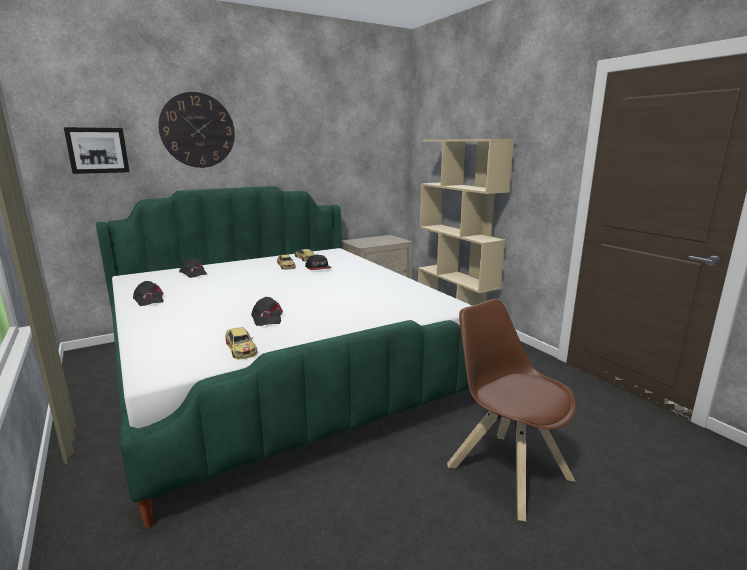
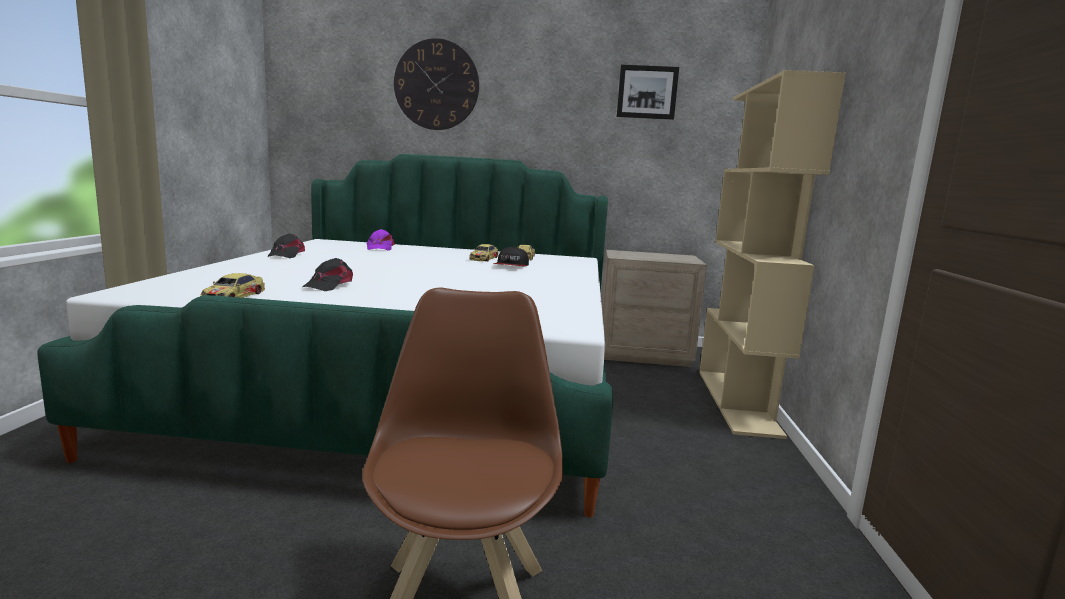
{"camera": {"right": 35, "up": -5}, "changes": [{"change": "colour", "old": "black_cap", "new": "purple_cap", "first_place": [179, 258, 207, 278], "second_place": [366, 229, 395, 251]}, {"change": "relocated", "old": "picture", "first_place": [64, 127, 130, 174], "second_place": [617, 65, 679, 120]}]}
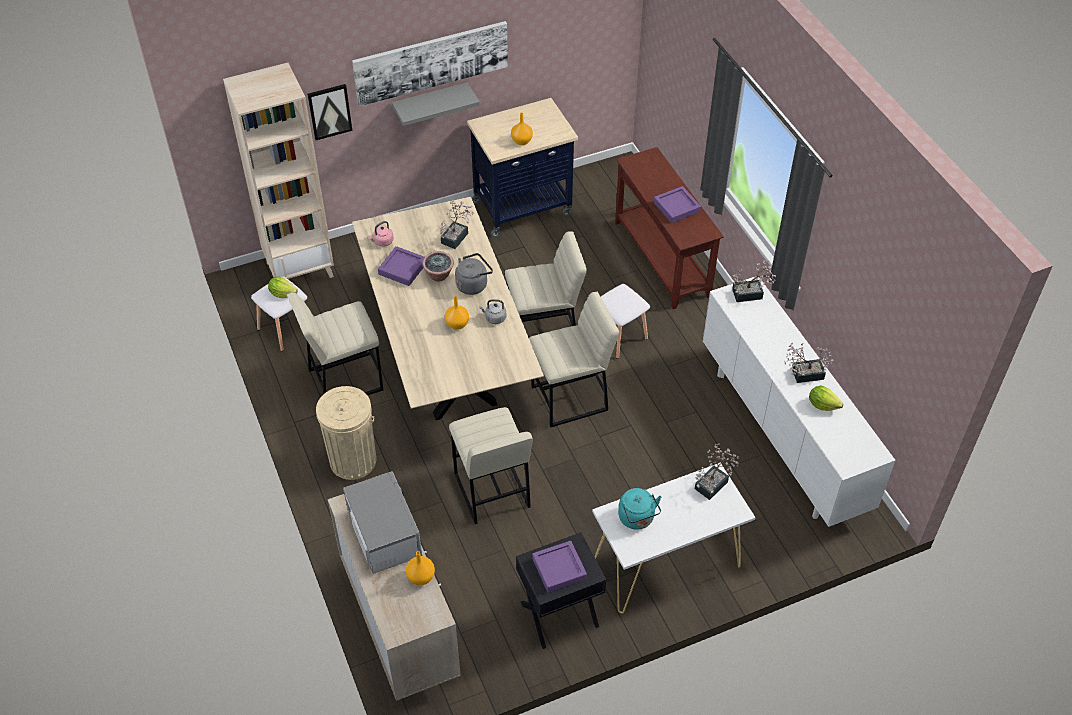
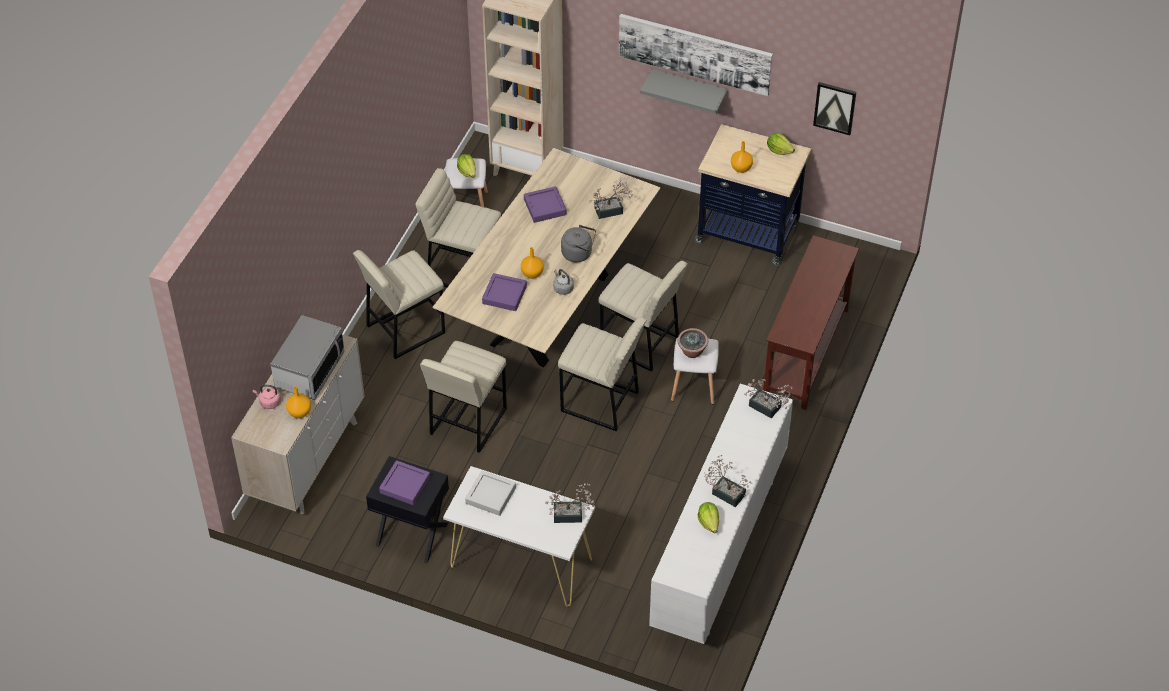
{"camera": {"right": 45, "up": 0}, "changes": [{"change": "relocated", "old": "pink_kettle", "first_place": [368, 221, 394, 246], "second_place": [253, 384, 281, 409]}, {"change": "exchanged", "old": "beige_trash_can", "new": "beige_chair", "first_place": [316, 386, 376, 480], "second_place": [353, 250, 445, 359]}, {"change": "exchanged", "old": "turquoise_kettle", "new": "grey_tray", "first_place": [618, 488, 661, 530], "second_place": [465, 471, 516, 516]}, {"change": "relocated", "old": "purple_tray", "first_place": [654, 186, 701, 223], "second_place": [482, 273, 527, 311]}, {"change": "relocated", "old": "potted_plant", "first_place": [422, 251, 454, 281], "second_place": [677, 328, 708, 358]}, {"change": "appeared", "new": "lettuce", "second_place": [767, 133, 795, 155]}, {"change": "relocated", "old": "picture", "first_place": [307, 84, 352, 140], "second_place": [813, 82, 856, 135]}]}
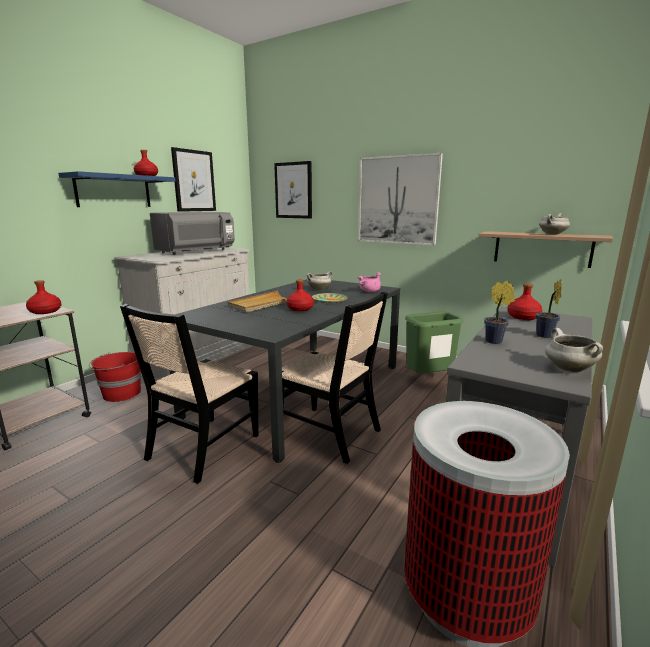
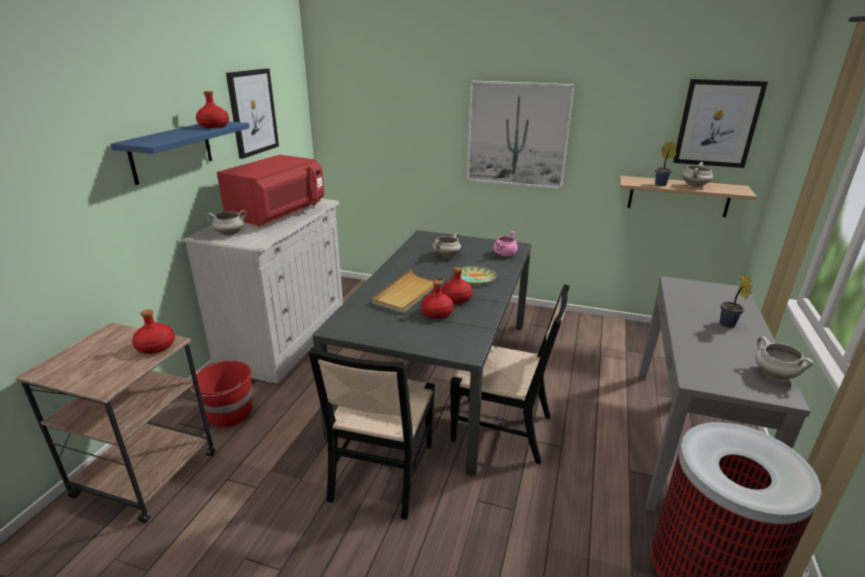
{"camera": {"right": -15, "up": 10}, "changes": [{"change": "appeared", "new": "white_cooking_pot", "second_place": [206, 210, 247, 236]}, {"change": "colour", "old": "grey_microwave", "new": "red_microwave", "first_place": [150, 212, 235, 255], "second_place": [217, 155, 324, 226]}, {"change": "relocated", "old": "red_bottle", "first_place": [507, 284, 542, 320], "second_place": [421, 280, 454, 319]}, {"change": "relocated", "old": "potted_plant", "first_place": [484, 281, 515, 344], "second_place": [655, 141, 677, 186]}, {"change": "relocated", "old": "picture", "first_place": [274, 161, 312, 219], "second_place": [673, 79, 768, 168]}, {"change": "missing", "old": "green_trash_can", "first_place": [405, 312, 463, 373]}]}
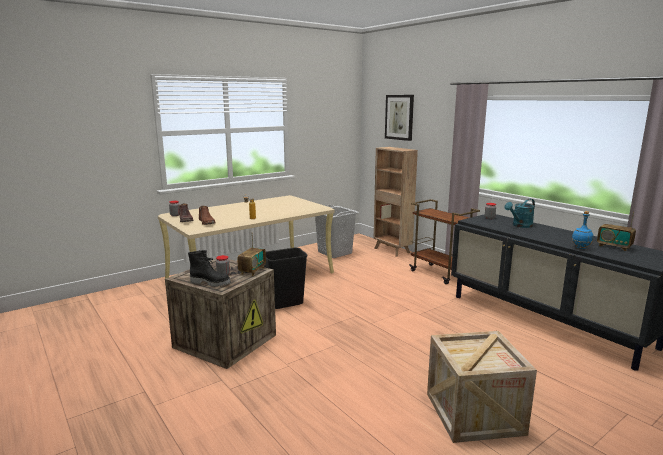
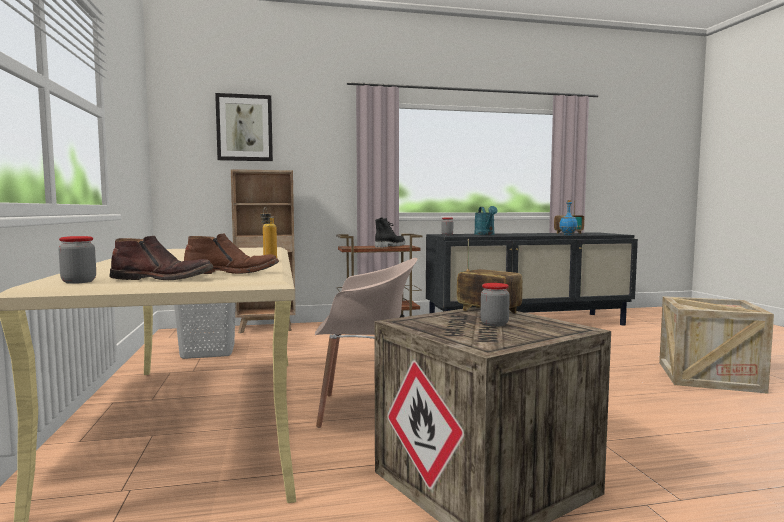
{"camera": {"right": -65, "up": -10}, "changes": [{"change": "exchanged", "old": "black_trash_can", "new": "beige_chair", "first_place": [264, 247, 307, 309], "second_place": [315, 258, 418, 428]}, {"change": "relocated", "old": "black_boot", "first_place": [188, 250, 231, 287], "second_place": [375, 217, 405, 248]}]}
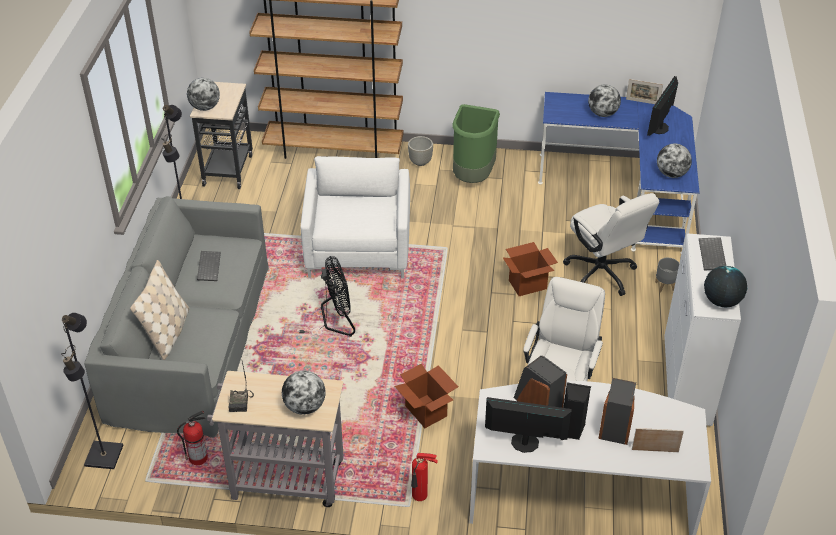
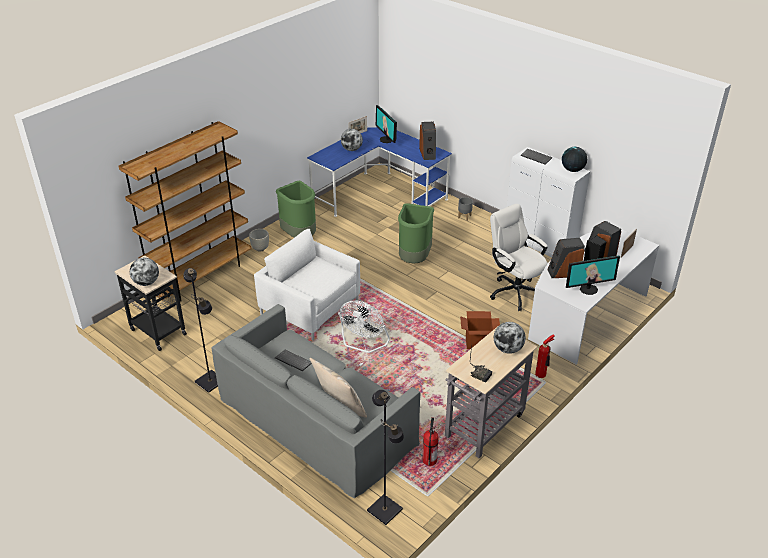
{"camera": {"right": -55, "up": -5}, "changes": [{"change": "colour", "old": "black_fan", "new": "white_fan", "first_place": [298, 256, 355, 337], "second_place": [338, 300, 390, 367]}, {"change": "exchanged", "old": "cardboard_box", "new": "green_trash_can", "first_place": [503, 242, 558, 296], "second_place": [398, 203, 434, 264]}, {"change": "exchanged", "old": "globe", "new": "speaker", "first_place": [657, 143, 692, 178], "second_place": [419, 121, 436, 160]}, {"change": "spun", "old": "monitor", "first_place": [485, 397, 572, 453], "second_place": [566, 255, 620, 295], "degrees": -150}, {"change": "missing", "old": "white_office_chair", "first_place": [563, 193, 659, 296]}]}
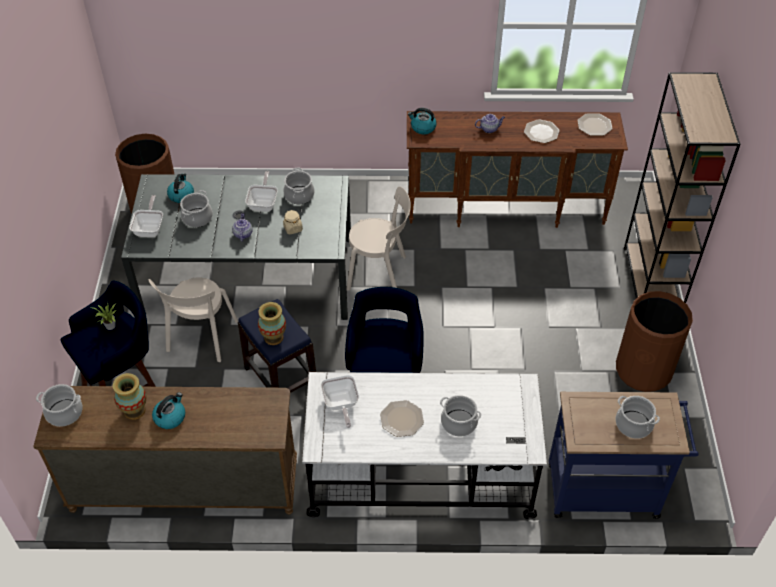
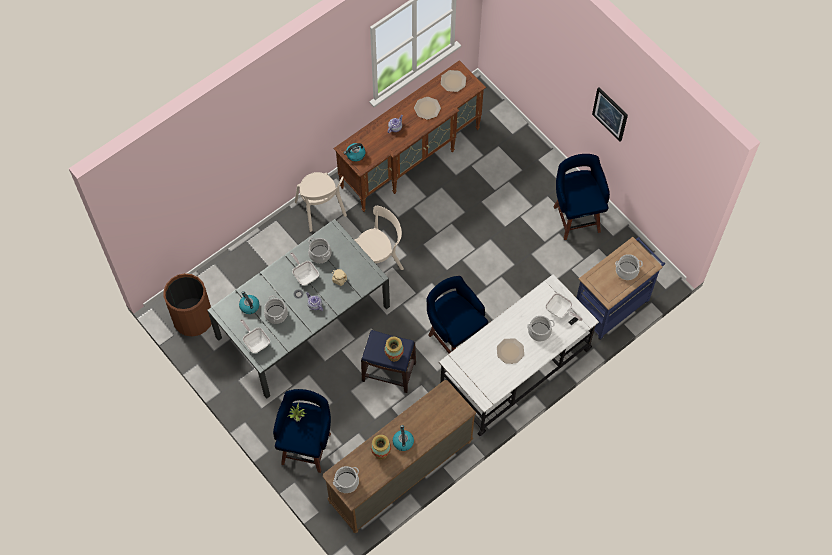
{"camera": {"right": -40, "up": 15}, "changes": [{"change": "relocated", "old": "beige_chair", "first_place": [148, 277, 238, 362], "second_place": [295, 172, 347, 232]}, {"change": "relocated", "old": "frying_pan", "first_place": [321, 375, 359, 428], "second_place": [545, 293, 583, 321]}, {"change": "exchanged", "old": "brown_trash_can", "new": "blue_stool", "first_place": [616, 291, 693, 392], "second_place": [553, 154, 610, 240]}, {"change": "appeared", "new": "picture", "second_place": [592, 87, 628, 142]}, {"change": "missing", "old": "beige_bookcase", "first_place": [624, 72, 740, 303]}]}
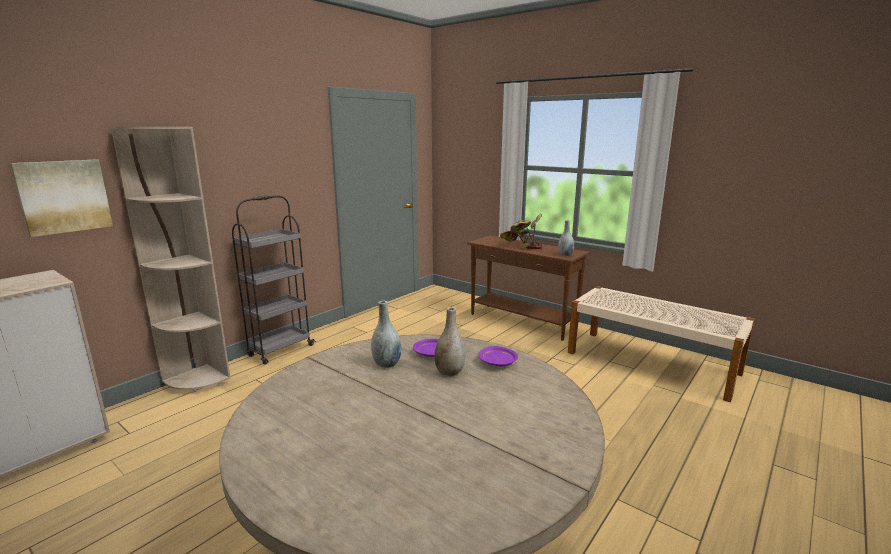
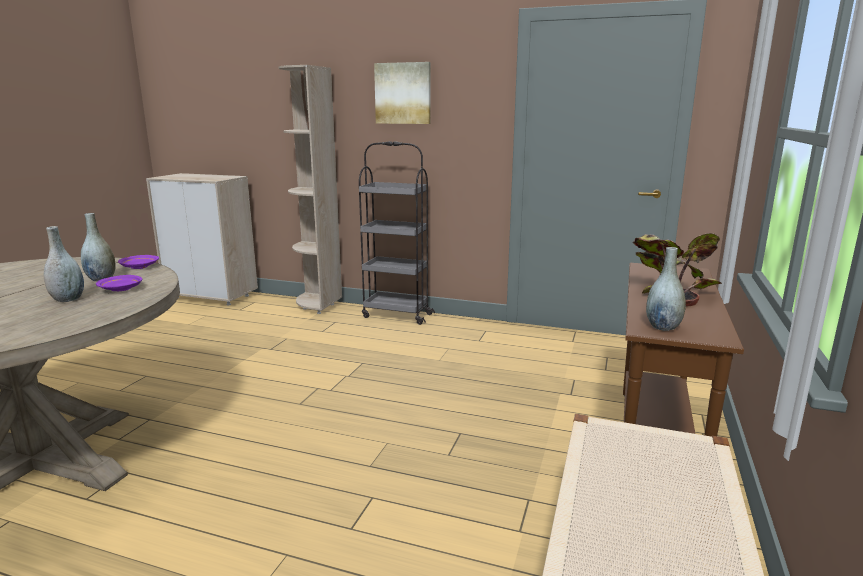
{"camera": {"right": 70, "up": 0}, "changes": [{"change": "relocated", "old": "purple_plate", "first_place": [479, 346, 518, 366], "second_place": [118, 255, 159, 269]}, {"change": "relocated", "old": "picture", "first_place": [10, 159, 113, 237], "second_place": [374, 62, 431, 124]}]}
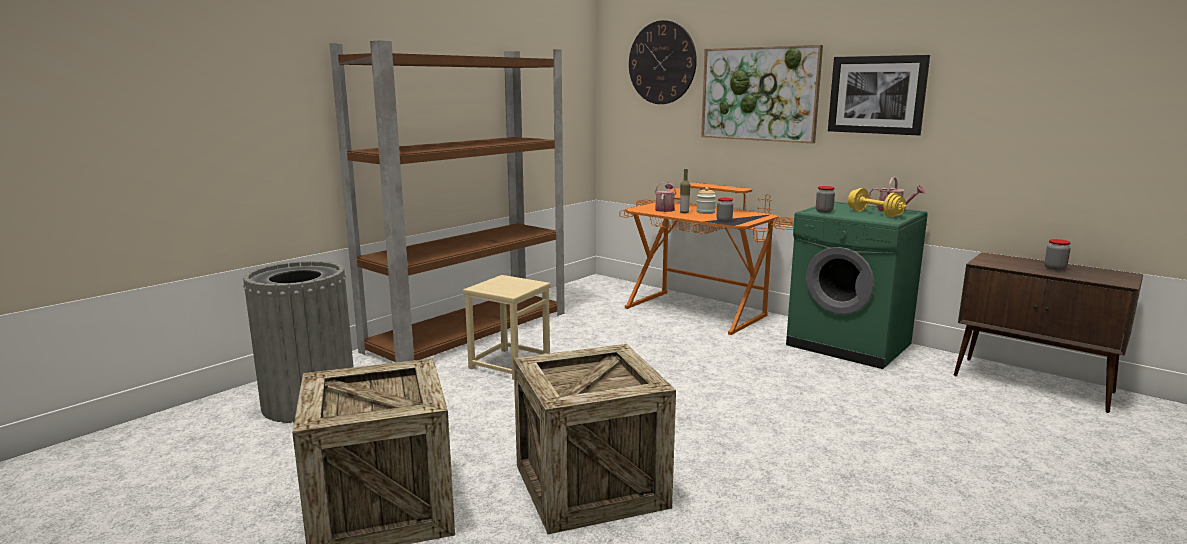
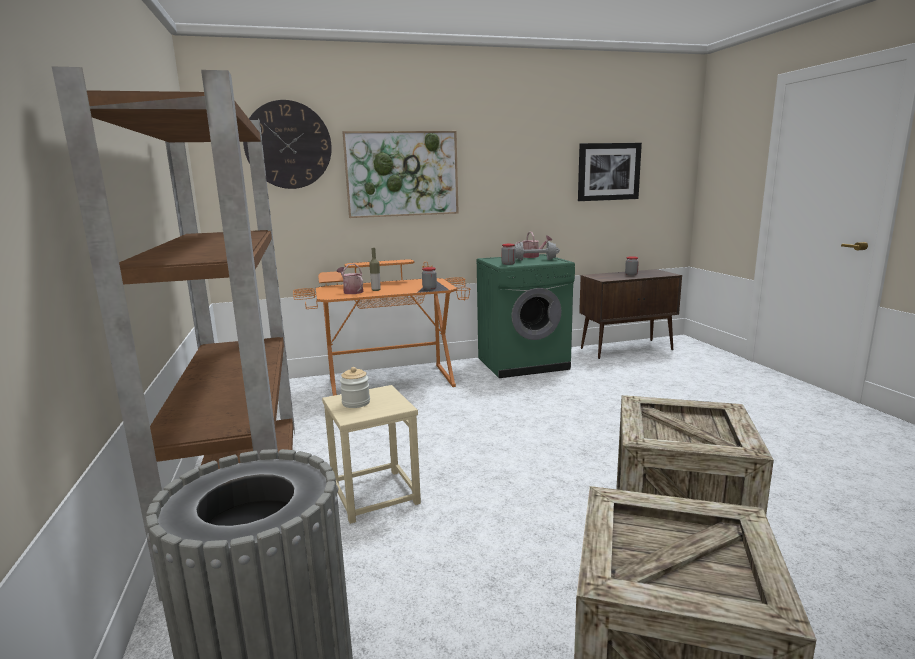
{"camera": {"right": -55, "up": 0}, "changes": [{"change": "relocated", "old": "jar", "first_place": [696, 187, 716, 214], "second_place": [340, 367, 370, 408]}, {"change": "colour", "old": "yellow_dumbbell", "new": "grey_dumbbell", "first_place": [848, 188, 906, 217], "second_place": [514, 242, 560, 261]}, {"change": "relocated", "old": "picture", "first_place": [828, 55, 930, 135], "second_place": [578, 143, 642, 201]}]}
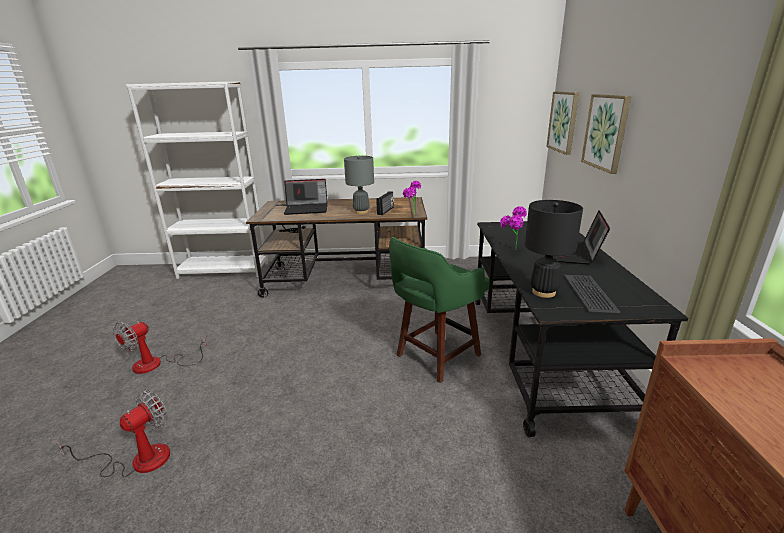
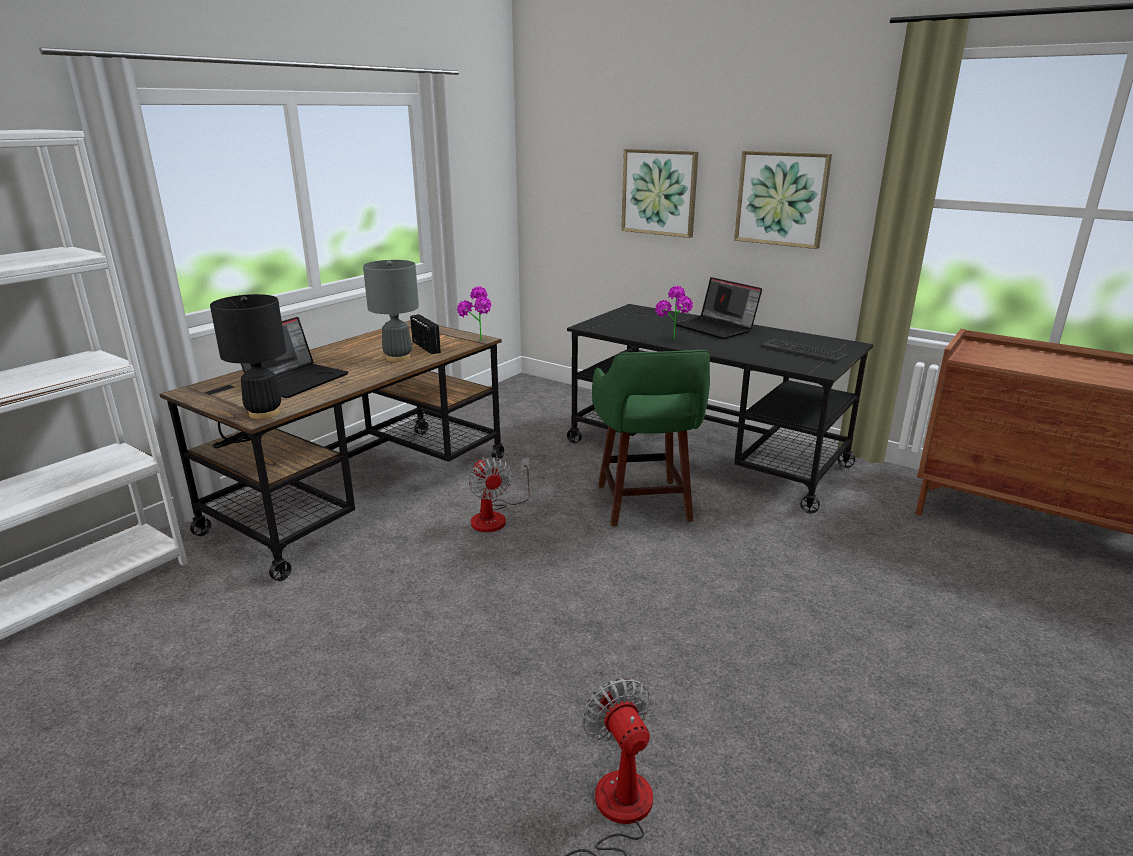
{"camera": {"right": -55, "up": 0}, "changes": [{"change": "relocated", "old": "black_table_lamp", "first_place": [525, 200, 583, 298], "second_place": [210, 294, 286, 419]}, {"change": "relocated", "old": "fan", "first_place": [113, 321, 207, 374], "second_place": [469, 457, 530, 532]}, {"change": "relocated", "old": "picture", "first_place": [546, 92, 579, 155], "second_place": [734, 151, 832, 249]}]}
